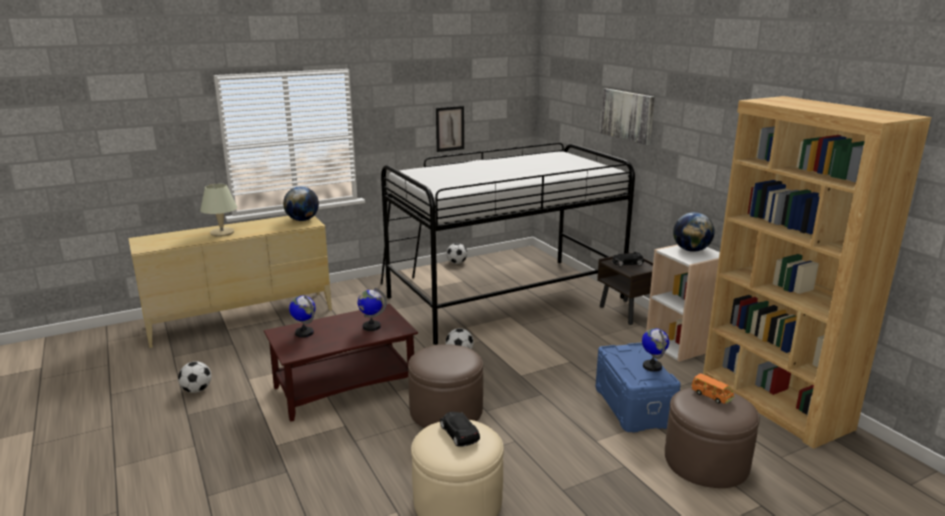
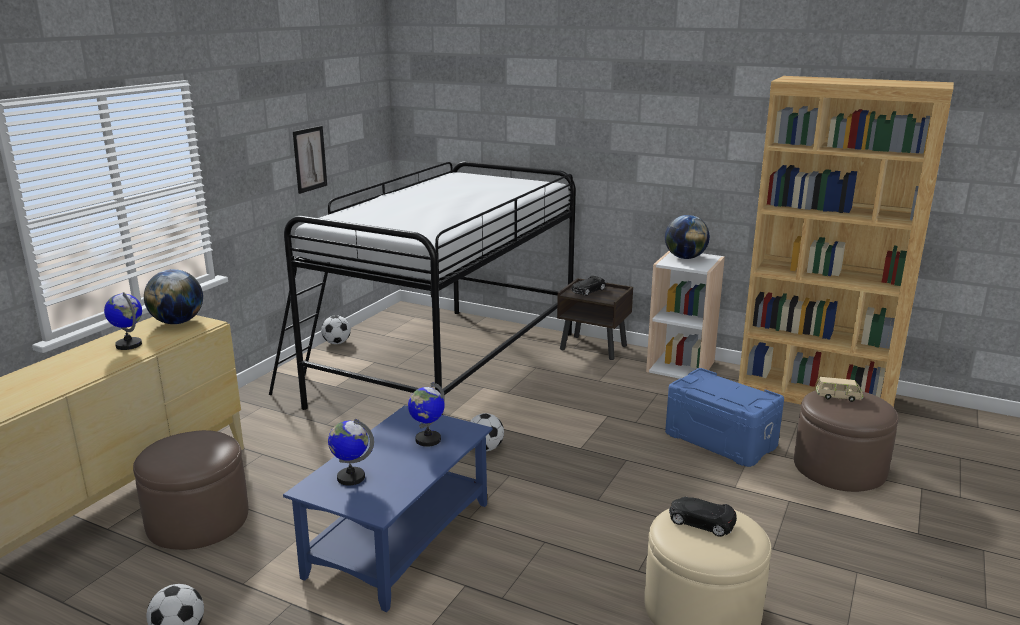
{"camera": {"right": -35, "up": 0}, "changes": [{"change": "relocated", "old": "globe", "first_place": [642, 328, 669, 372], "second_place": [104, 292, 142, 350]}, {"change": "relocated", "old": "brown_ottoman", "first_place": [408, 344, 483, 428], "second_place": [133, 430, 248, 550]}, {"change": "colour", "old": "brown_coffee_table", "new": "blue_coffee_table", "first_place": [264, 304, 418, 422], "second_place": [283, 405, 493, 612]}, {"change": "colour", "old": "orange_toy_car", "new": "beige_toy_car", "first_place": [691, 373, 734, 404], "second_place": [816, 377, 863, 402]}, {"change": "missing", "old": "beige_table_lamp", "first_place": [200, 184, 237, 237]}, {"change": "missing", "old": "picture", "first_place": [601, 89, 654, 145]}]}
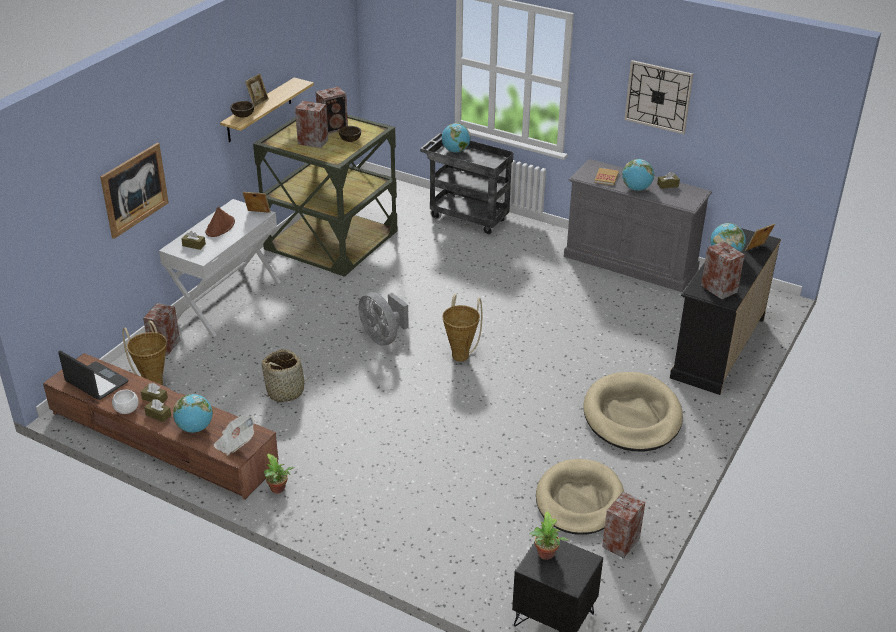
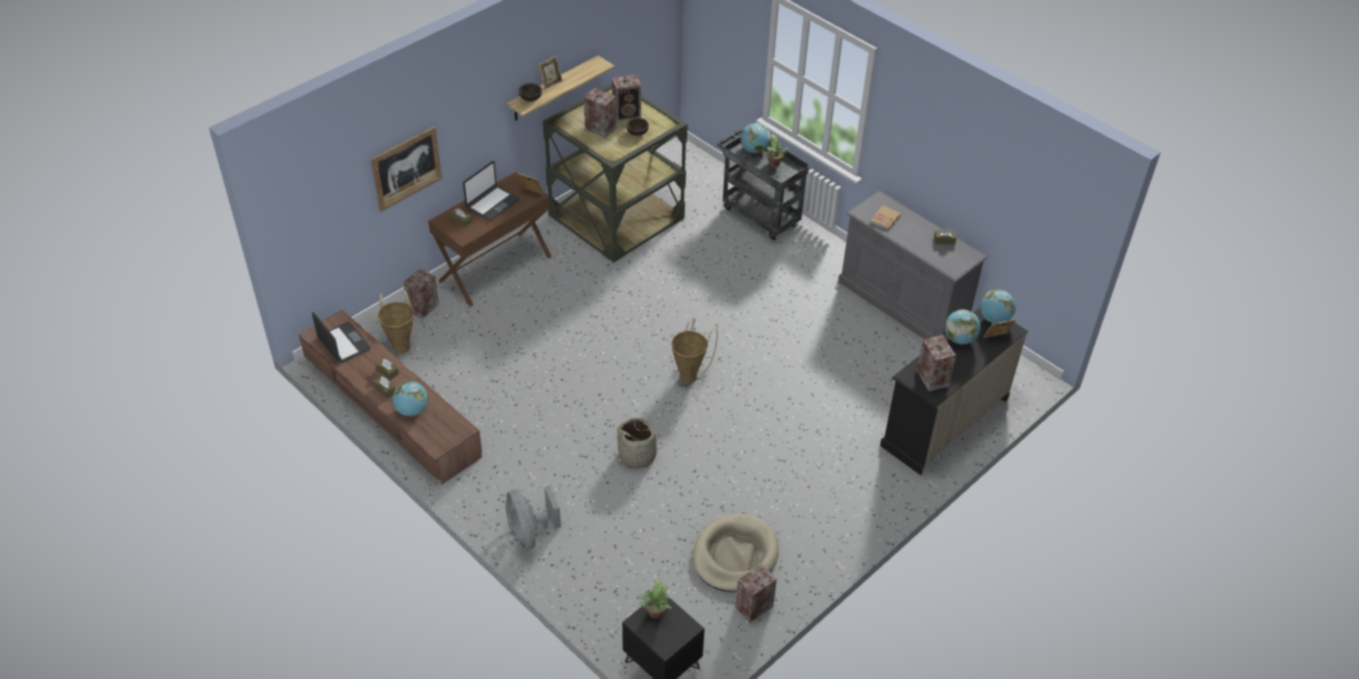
{"camera": {"right": 15, "up": 10}, "changes": [{"change": "colour", "old": "white_console_table", "new": "brown_console_table", "first_place": [159, 199, 281, 337], "second_place": [428, 172, 552, 307]}, {"change": "exchanged", "old": "brown_hat", "new": "laptop", "first_place": [205, 207, 235, 237], "second_place": [463, 161, 520, 221]}, {"change": "relocated", "old": "grey_fan", "first_place": [358, 292, 409, 346], "second_place": [505, 485, 561, 550]}, {"change": "relocated", "old": "basket", "first_place": [261, 349, 312, 402], "second_place": [614, 417, 664, 468]}, {"change": "relocated", "old": "potted_plant", "first_place": [264, 453, 294, 494], "second_place": [766, 134, 790, 167]}, {"change": "relocated", "old": "globe", "first_place": [622, 159, 654, 191], "second_place": [980, 290, 1016, 324]}, {"change": "missing", "old": "white_bowl", "first_place": [112, 390, 139, 414]}, {"change": "missing", "old": "newspaper", "first_place": [214, 415, 255, 455]}, {"change": "missing", "old": "beige_dog_bed", "first_place": [583, 372, 683, 452]}, {"change": "missing", "old": "wall_clock", "first_place": [624, 60, 693, 134]}]}
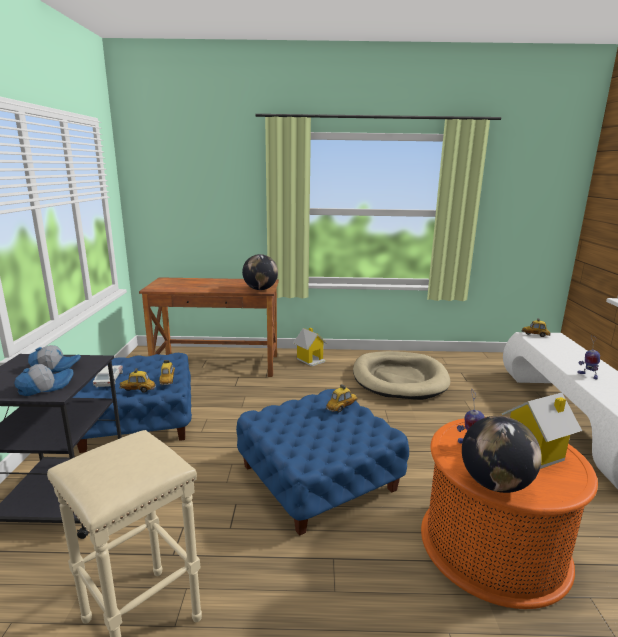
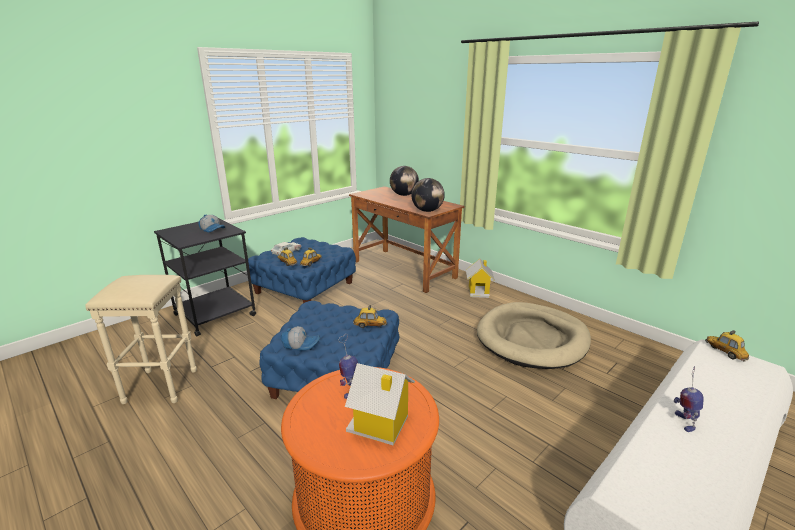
{"camera": {"right": 45, "up": 5}, "changes": [{"change": "relocated", "old": "cap", "first_place": [14, 364, 74, 396], "second_place": [281, 326, 320, 351]}, {"change": "relocated", "old": "globe", "first_place": [462, 416, 542, 493], "second_place": [390, 166, 419, 196]}]}
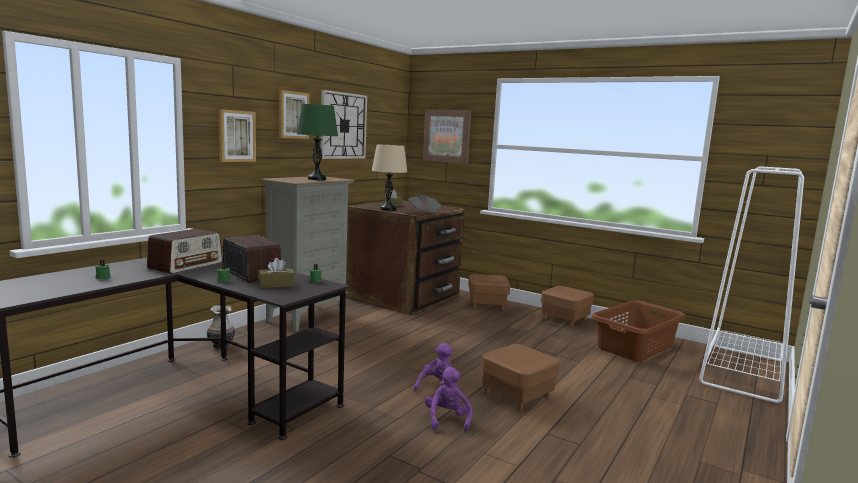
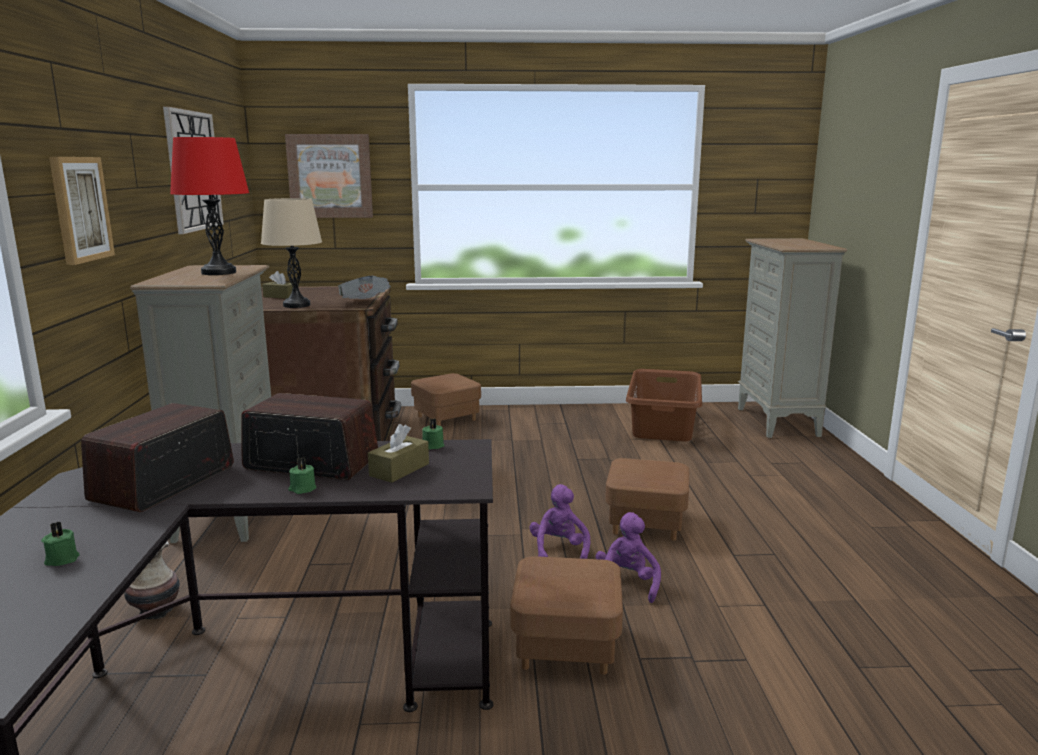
{"camera": {"right": -35, "up": 5}, "changes": [{"change": "spun", "old": "radio", "first_place": [147, 229, 223, 274], "second_place": [81, 403, 234, 512], "degrees": -150}, {"change": "colour", "old": "green_table_lamp", "new": "red_table_lamp", "first_place": [297, 104, 338, 180], "second_place": [170, 137, 249, 275]}, {"change": "relocated", "old": "brown_ottoman", "first_place": [541, 286, 594, 327], "second_place": [510, 556, 623, 675]}, {"change": "spun", "old": "purple_plush_toy", "first_place": [425, 367, 472, 432], "second_place": [596, 512, 661, 603], "degrees": 45}, {"change": "exchanged", "old": "white_clothes_rack", "new": "grey_dresser", "first_place": [699, 166, 804, 403], "second_place": [738, 238, 847, 438]}, {"change": "missing", "old": "picture", "first_place": [279, 90, 310, 139]}]}
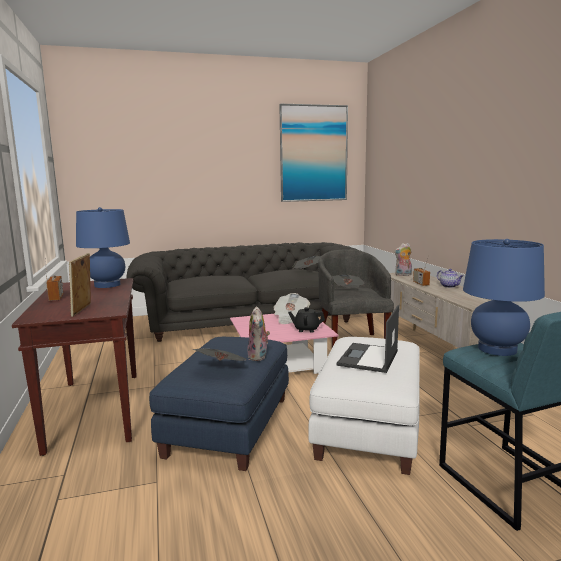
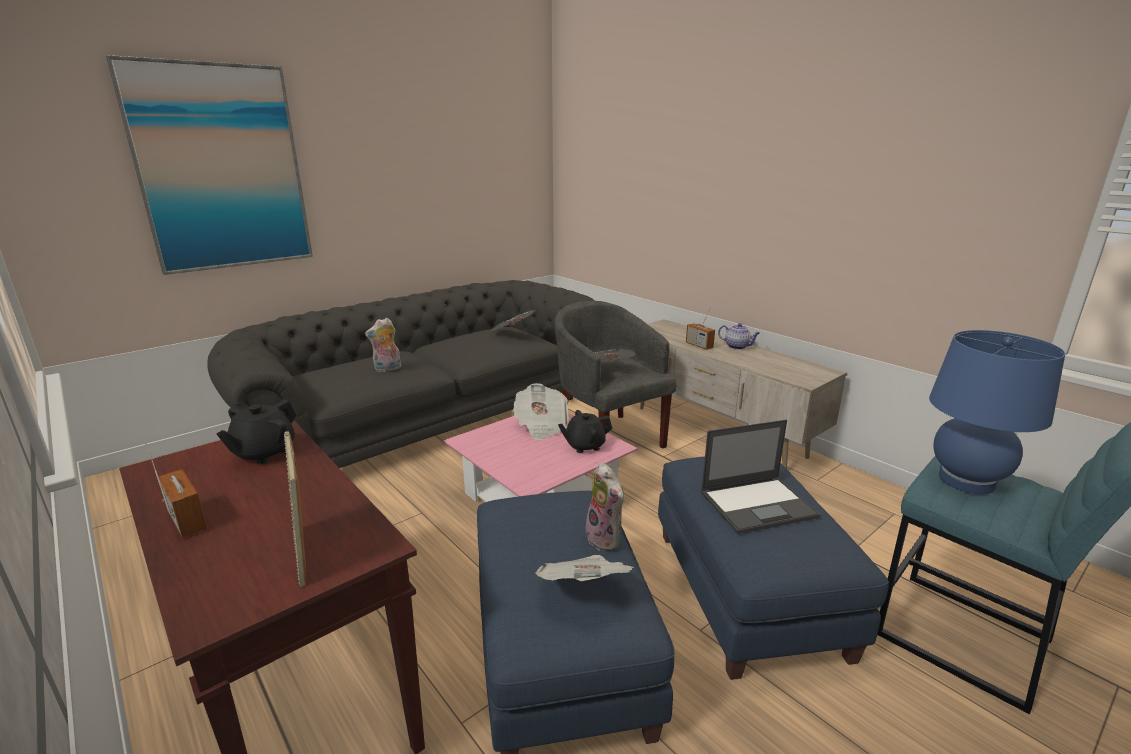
{"camera": {"right": -25, "up": 10}, "changes": [{"change": "relocated", "old": "picture", "first_place": [279, 103, 348, 202], "second_place": [106, 55, 313, 275]}, {"change": "exchanged", "old": "blue_table_lamp", "new": "black_teapot", "first_place": [76, 207, 130, 288], "second_place": [216, 400, 296, 464]}, {"change": "relocated", "old": "plush_toy", "first_place": [394, 243, 412, 276], "second_place": [365, 318, 401, 372]}, {"change": "colour", "old": "white_ottoman", "new": "blue_ottoman", "first_place": [308, 337, 420, 475], "second_place": [658, 456, 889, 680]}, {"change": "spun", "old": "laptop", "first_place": [336, 305, 399, 373], "second_place": [701, 420, 820, 534], "degrees": -105}]}
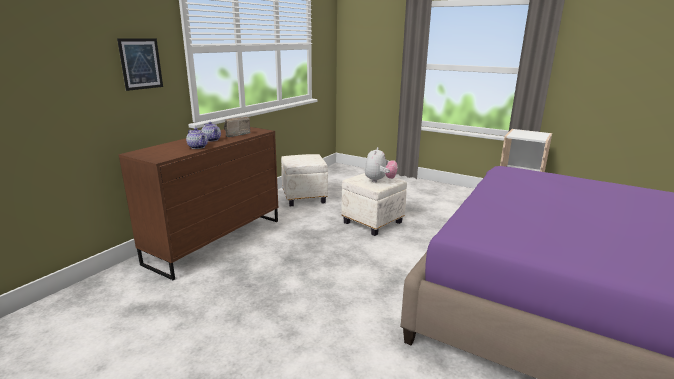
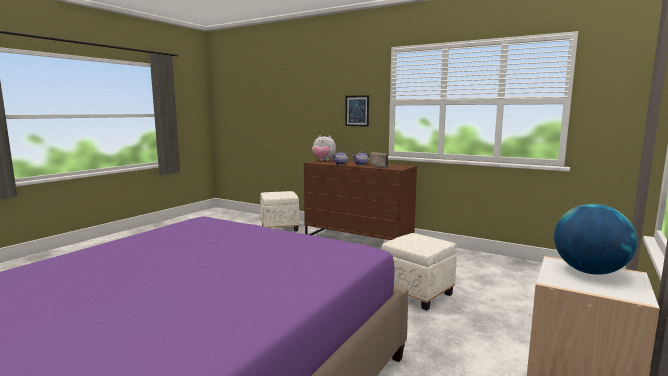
{"camera": {"right": 90, "up": -10}, "changes": [{"change": "relocated", "old": "white_ottoman", "first_place": [281, 154, 328, 206], "second_place": [260, 191, 300, 232]}, {"change": "relocated", "old": "plush_toy", "first_place": [365, 147, 398, 183], "second_place": [312, 135, 336, 161]}, {"change": "appeared", "new": "globe", "second_place": [554, 204, 637, 275]}]}
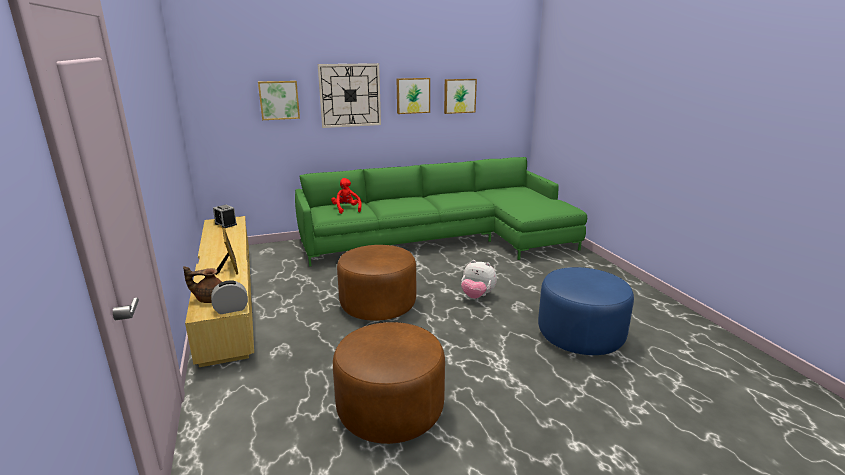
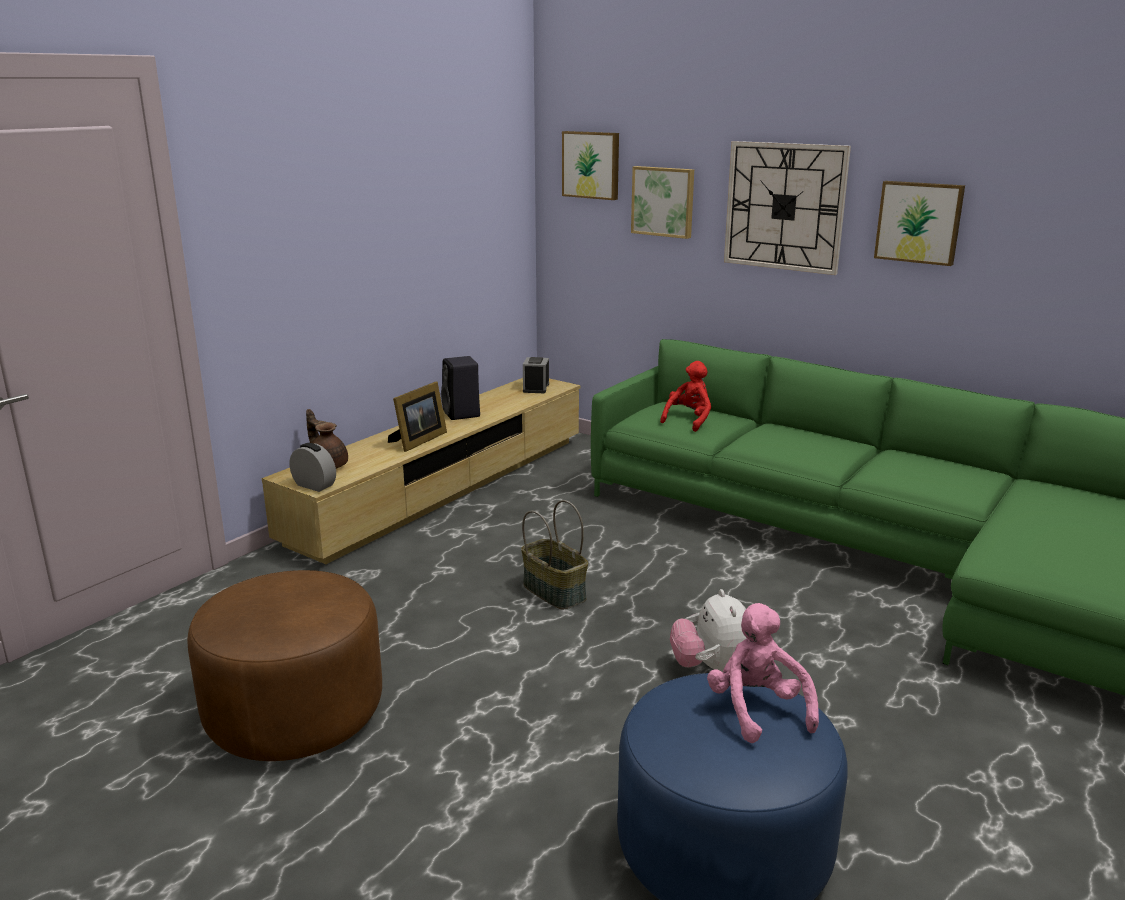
{"camera": {"right": 55, "up": 0}, "changes": [{"change": "appeared", "new": "black_speaker", "second_place": [441, 356, 480, 420]}, {"change": "exchanged", "old": "brown_ottoman", "new": "basket", "first_place": [337, 245, 416, 321], "second_place": [521, 500, 588, 610]}, {"change": "relocated", "old": "picture", "first_place": [444, 79, 477, 114], "second_place": [562, 131, 619, 200]}, {"change": "appeared", "new": "pink_plush_toy", "second_place": [707, 603, 819, 743]}]}
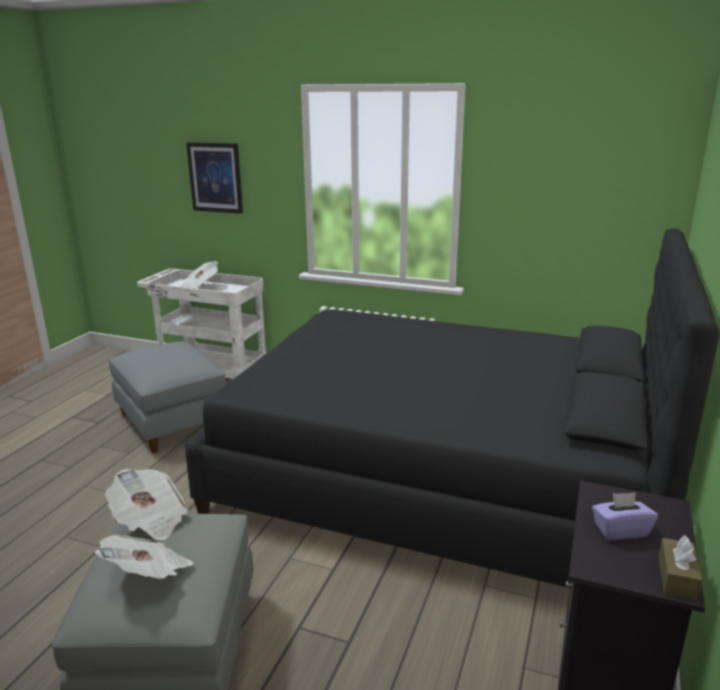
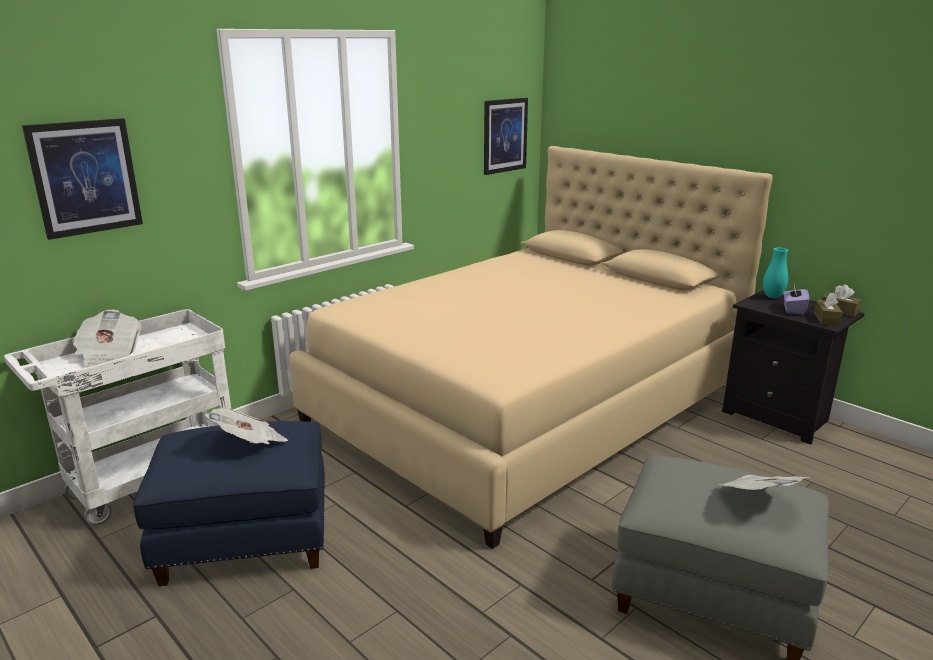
{"camera": {"right": -65, "up": 0}, "changes": [{"change": "colour", "old": "grey_ottoman", "new": "blue_ottoman", "first_place": [109, 341, 226, 453], "second_place": [133, 421, 325, 586]}, {"change": "relocated", "old": "newspaper", "first_place": [105, 469, 188, 541], "second_place": [205, 408, 288, 444]}, {"change": "colour", "old": "black_bed", "new": "beige_bed", "first_place": [184, 228, 719, 588], "second_place": [290, 146, 773, 549]}, {"change": "appeared", "new": "picture", "second_place": [484, 98, 528, 175]}, {"change": "appeared", "new": "turquoise_vase", "second_place": [763, 247, 788, 299]}, {"change": "appeared", "new": "brown_tissue_box", "second_place": [814, 293, 843, 326]}]}
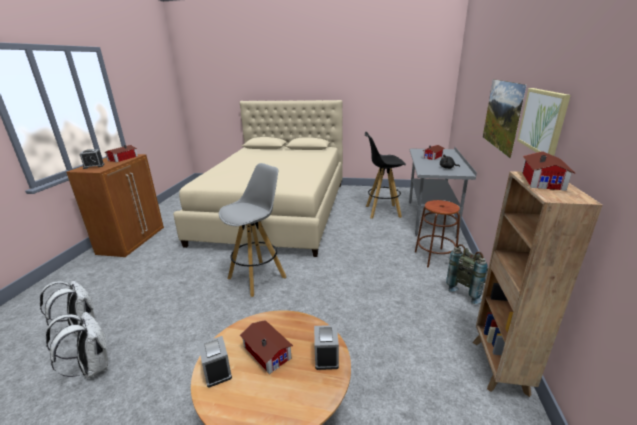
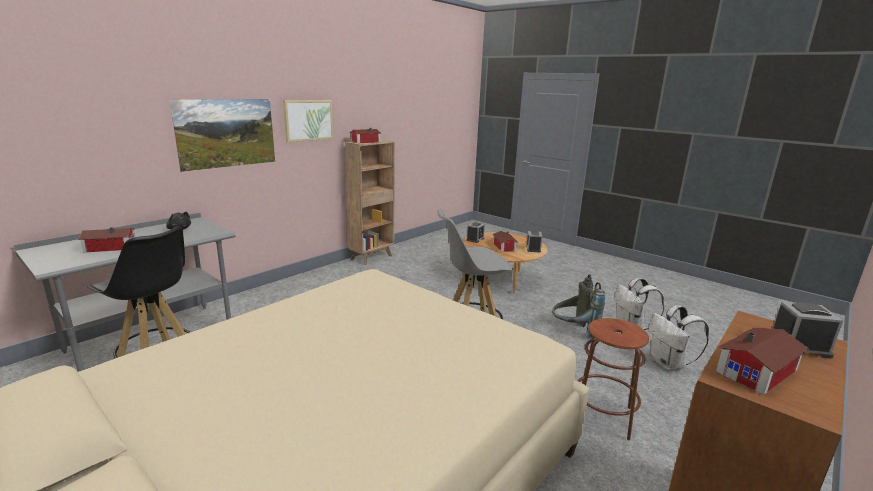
{"camera": {"right": -150, "up": -5}, "changes": [{"change": "relocated", "old": "grey_backpack", "first_place": [446, 244, 488, 304], "second_place": [552, 274, 605, 340]}, {"change": "relocated", "old": "brown_stool", "first_place": [415, 200, 460, 268], "second_place": [577, 318, 649, 440]}]}
